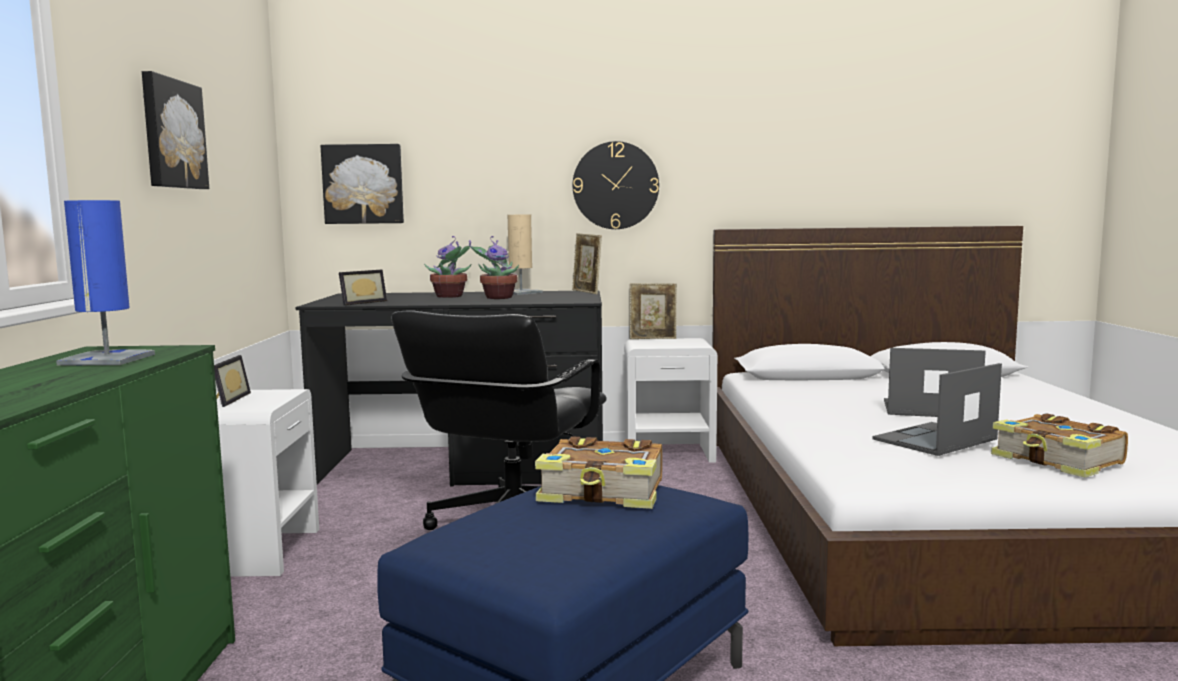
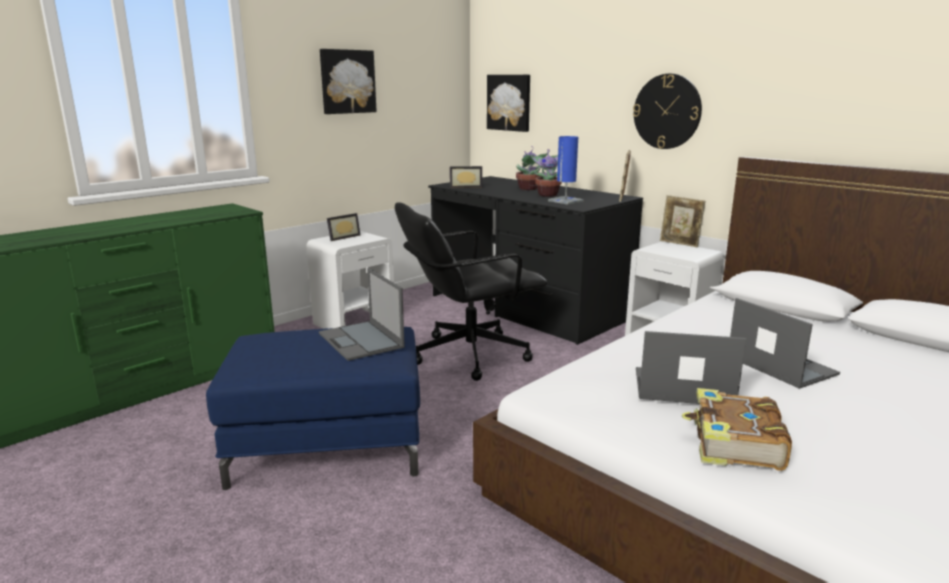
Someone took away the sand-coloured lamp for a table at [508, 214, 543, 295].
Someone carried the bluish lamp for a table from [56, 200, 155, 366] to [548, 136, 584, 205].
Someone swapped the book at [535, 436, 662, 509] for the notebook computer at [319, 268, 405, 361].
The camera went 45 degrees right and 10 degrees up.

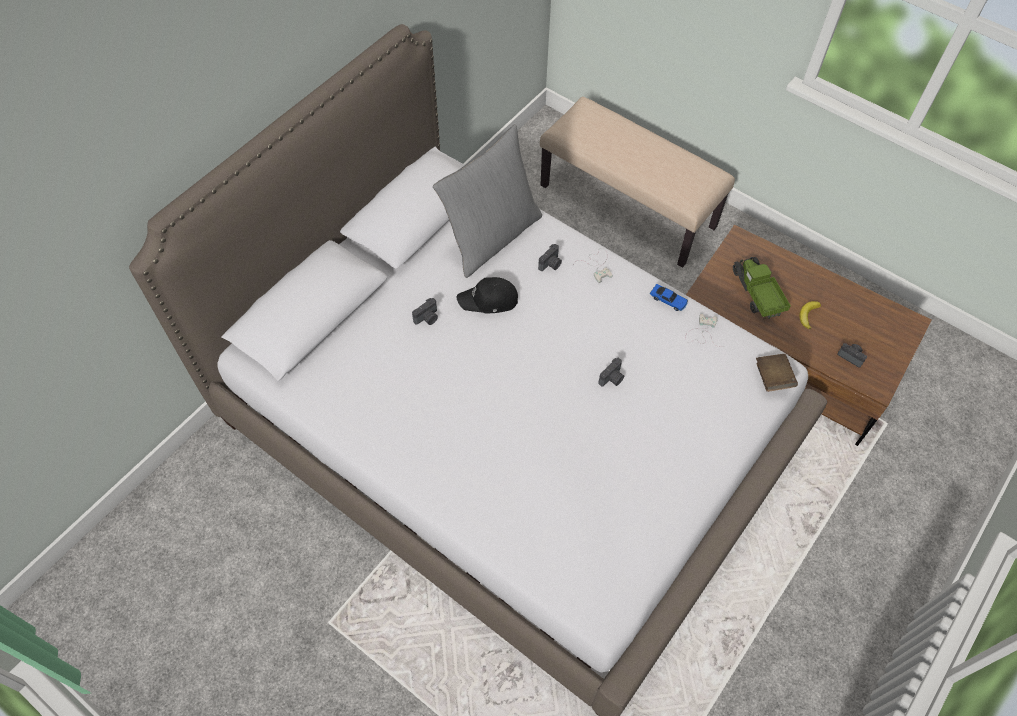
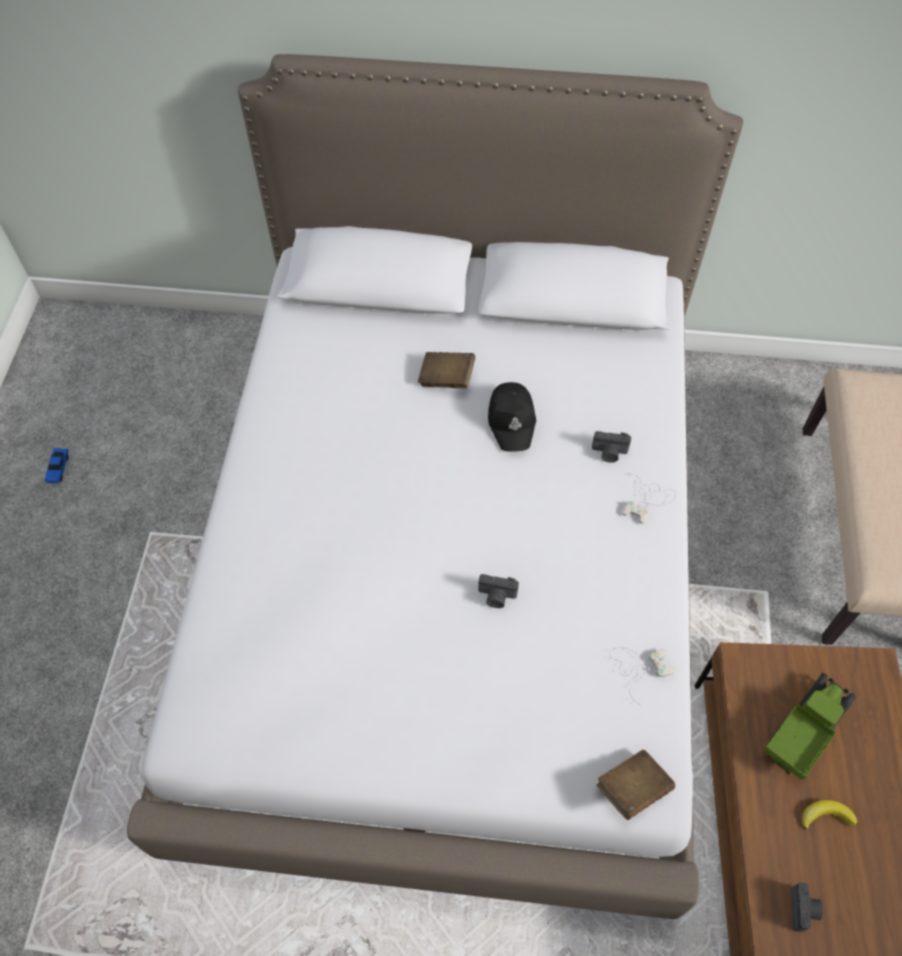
Someone took away the grey cushion at [433, 124, 542, 278].
Someone carried the toy car from [650, 284, 688, 311] to [44, 448, 69, 484].
Someone swapped the still camera at [412, 298, 438, 325] for the brown book at [418, 352, 475, 388].
Someone rotated the blackish cap at [456, 277, 518, 313] by 150 degrees counterclockwise.
The camera went 60 degrees right and 0 degrees up.

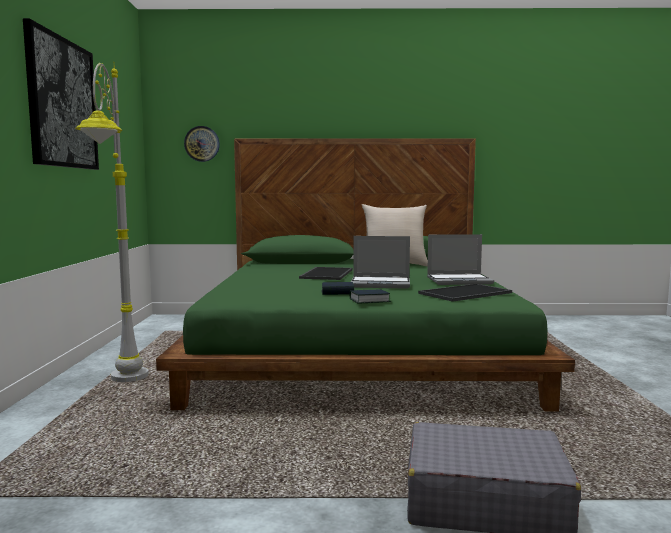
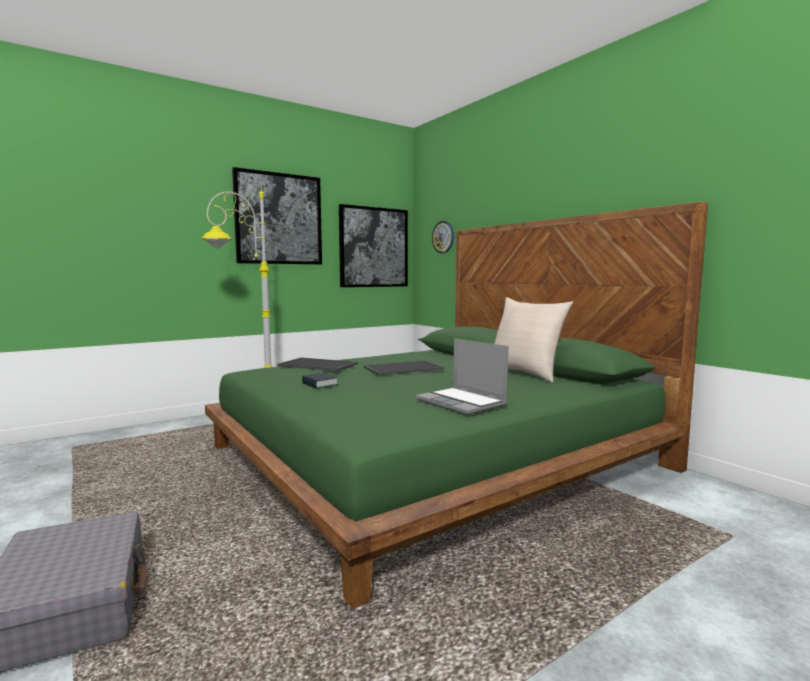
Someone took away the book at [350, 289, 391, 303].
Someone took away the notebook computer at [351, 236, 410, 289].
Someone put up the wall picture at [339, 204, 408, 287].
Someone carried the serving tray from [418, 284, 512, 302] to [277, 358, 358, 371].
The camera went 55 degrees right and 0 degrees up.

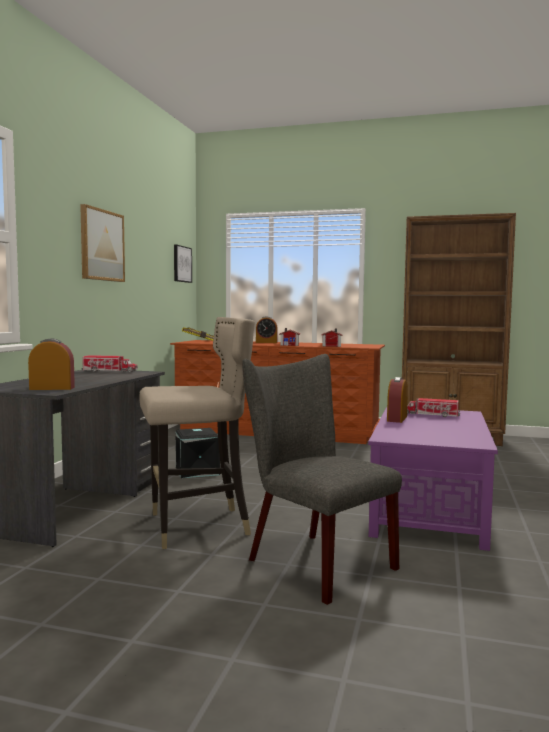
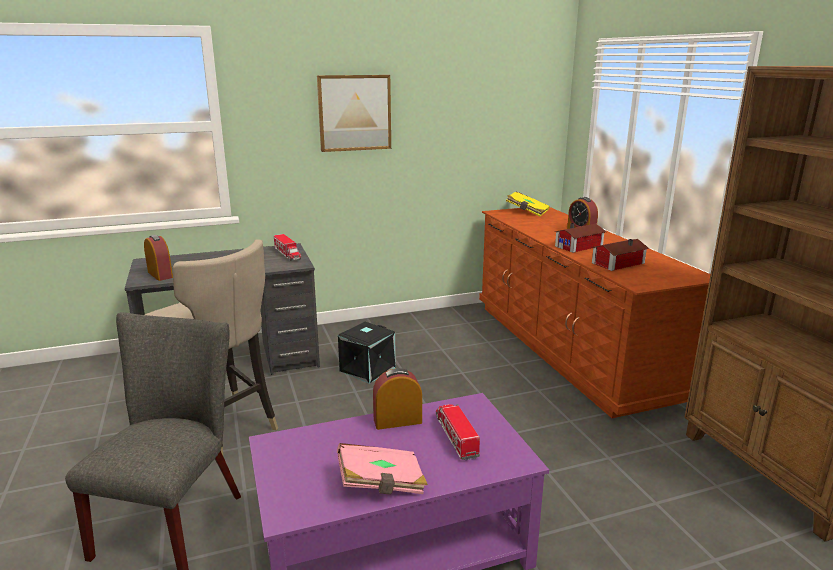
Someone took away the wall picture at [174, 245, 192, 283].
Someone put down the pink book at [337, 443, 428, 494].
The camera went 55 degrees right and 15 degrees up.

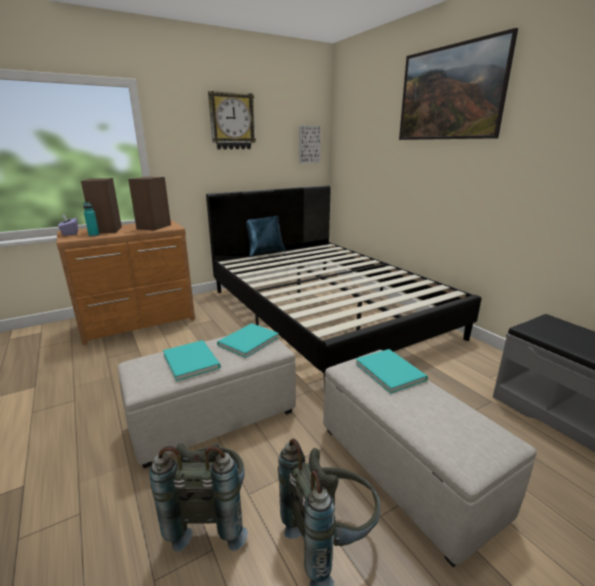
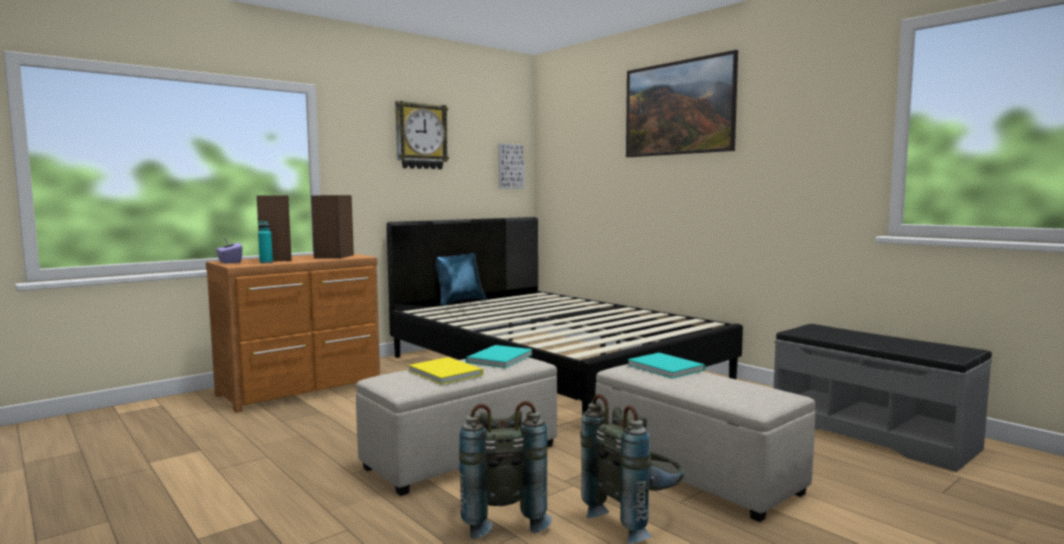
Someone repainted the blue-green book at [163, 340, 221, 381], which became the yellow book at [408, 357, 483, 384].
The camera went 10 degrees left and 15 degrees down.

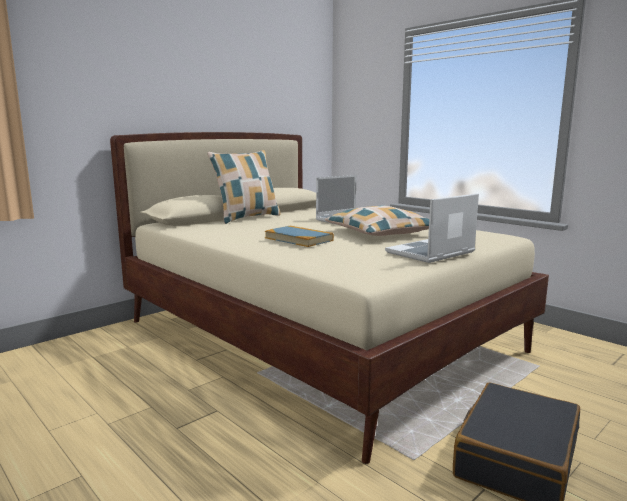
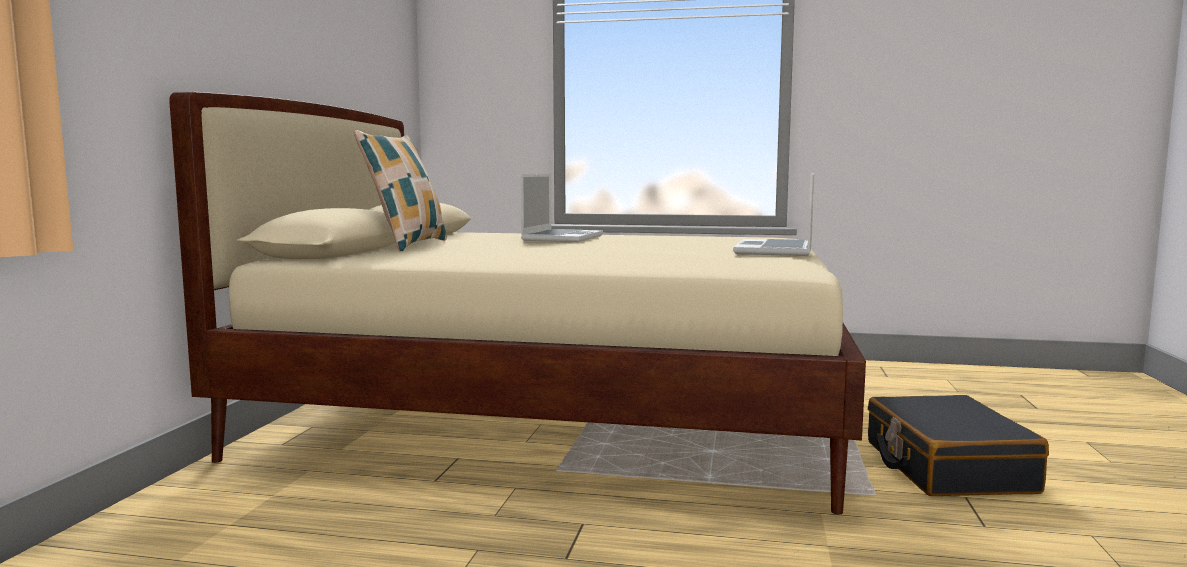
Someone took away the book at [265, 226, 334, 247].
Someone took away the cushion at [325, 206, 429, 236].
The camera went 35 degrees left and 5 degrees down.

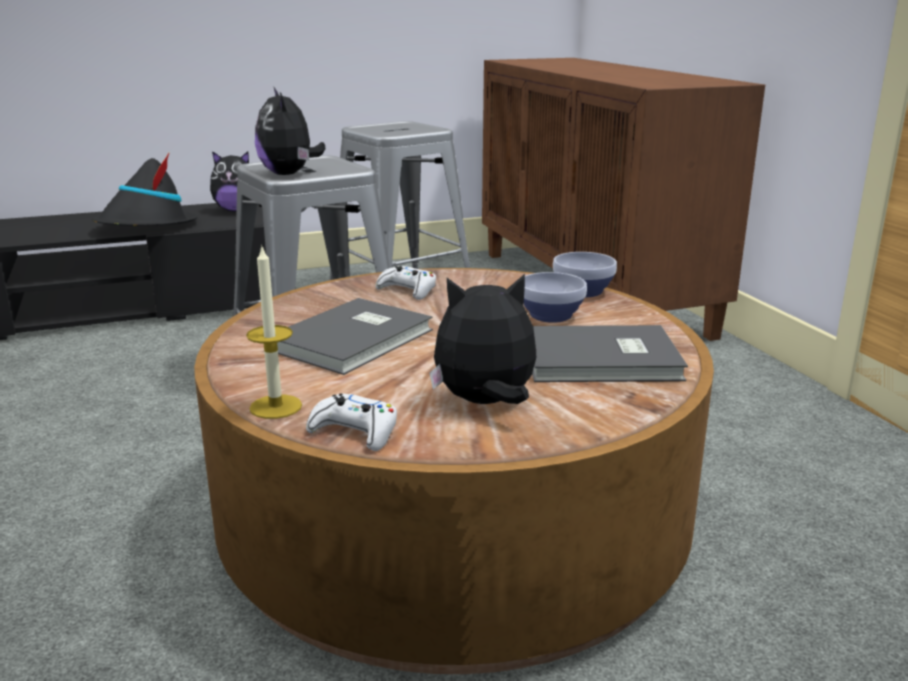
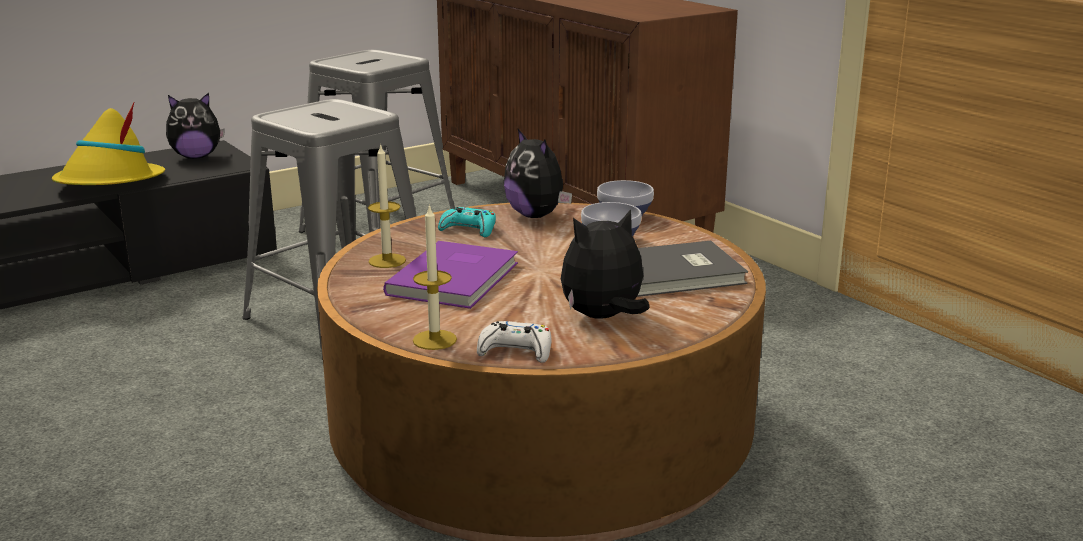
Someone put down the wax candle at [368, 143, 406, 268].
Someone carried the cuddly toy from [255, 86, 325, 175] to [504, 129, 572, 218].
Someone repainted the blackish clothing hat at [92, 153, 198, 226], which became the yellow clothing hat at [52, 102, 165, 185].
Someone repainted the grey book at [277, 298, 433, 375], which became the purplish book at [383, 241, 518, 309].
Someone repainted the white-coloured joypad at [375, 266, 436, 300], which became the blue-green joypad at [438, 207, 496, 237].
The camera went 15 degrees left and 0 degrees up.

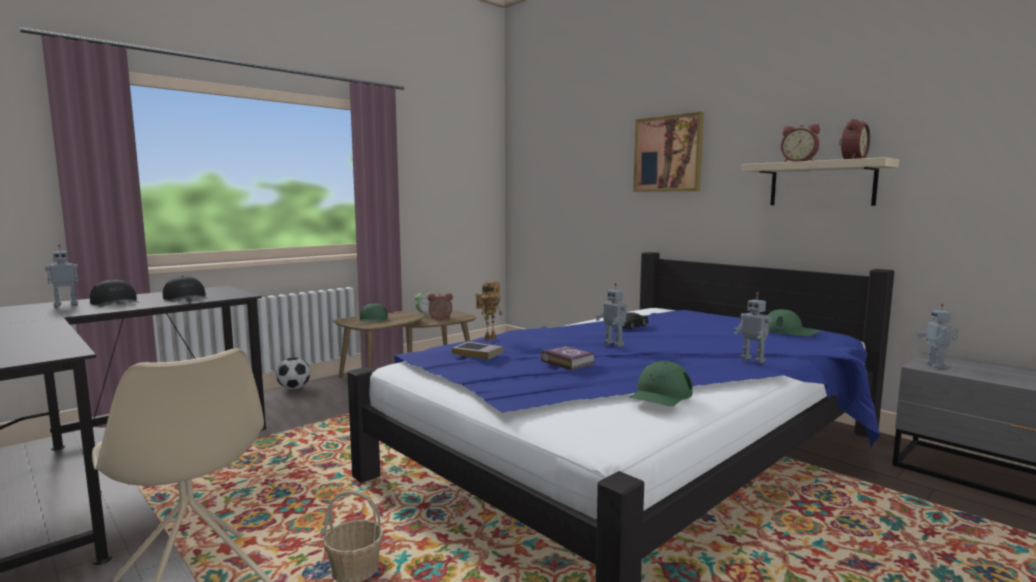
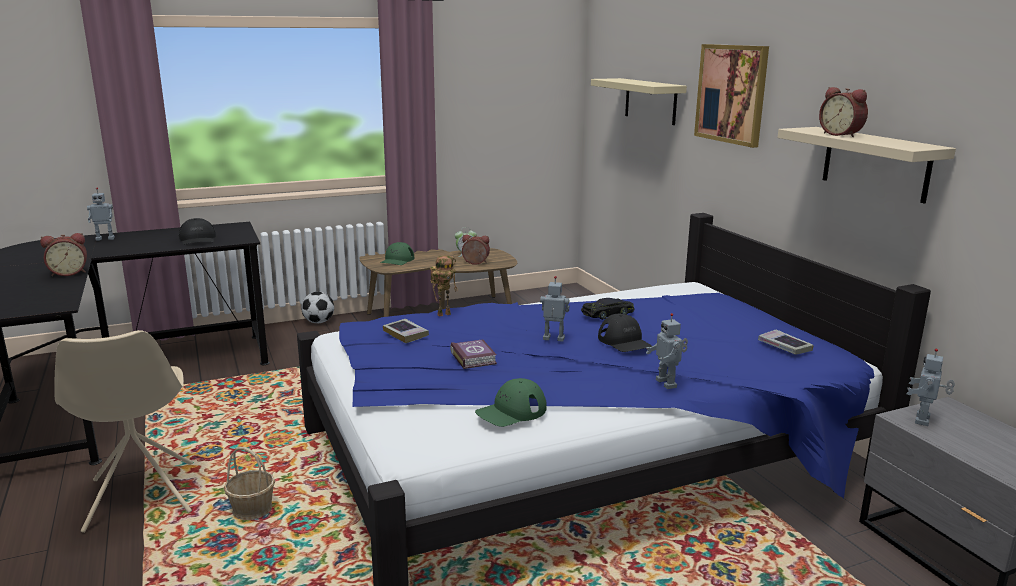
Someone put up the sand-coloured shelf at [591, 78, 687, 125].
Someone carried the blackish cap from [89, 279, 138, 307] to [598, 314, 652, 352].
Someone carried the alarm clock from [839, 119, 870, 159] to [40, 233, 87, 276].
Someone swapped the green-coloured cap at [768, 309, 820, 336] for the book at [758, 329, 814, 355].
Someone rotated the robot figure at [596, 283, 627, 347] by 120 degrees clockwise.
The camera went 20 degrees right and 10 degrees up.

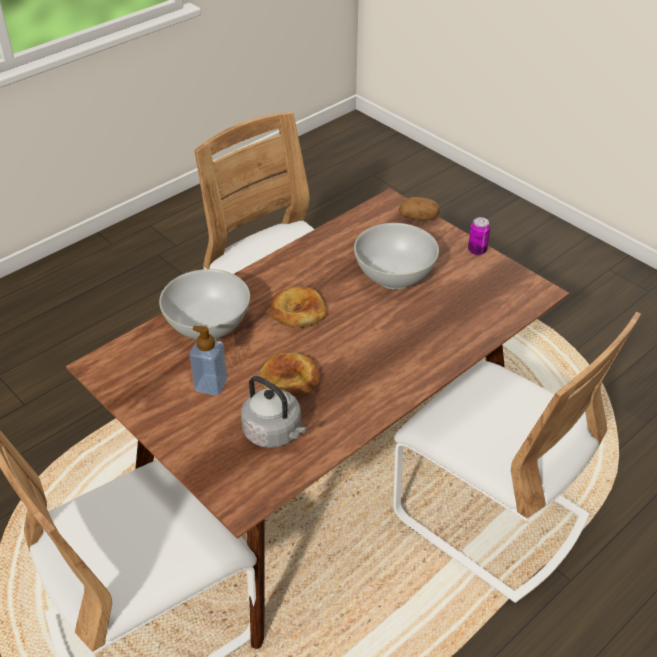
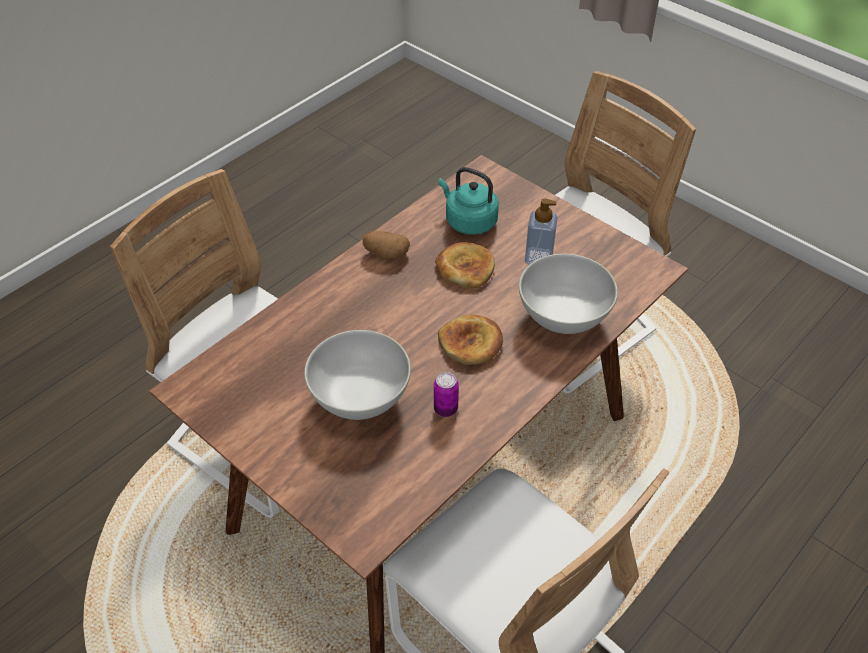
Someone carried the potato from [399, 197, 439, 221] to [363, 231, 410, 259].
Someone carried the sealed can from [468, 217, 490, 255] to [434, 372, 459, 417].
Someone repainted the grey water kettle at [241, 376, 307, 448], which became the blue-green water kettle at [438, 167, 499, 235].
The camera went 175 degrees right and 5 degrees up.

